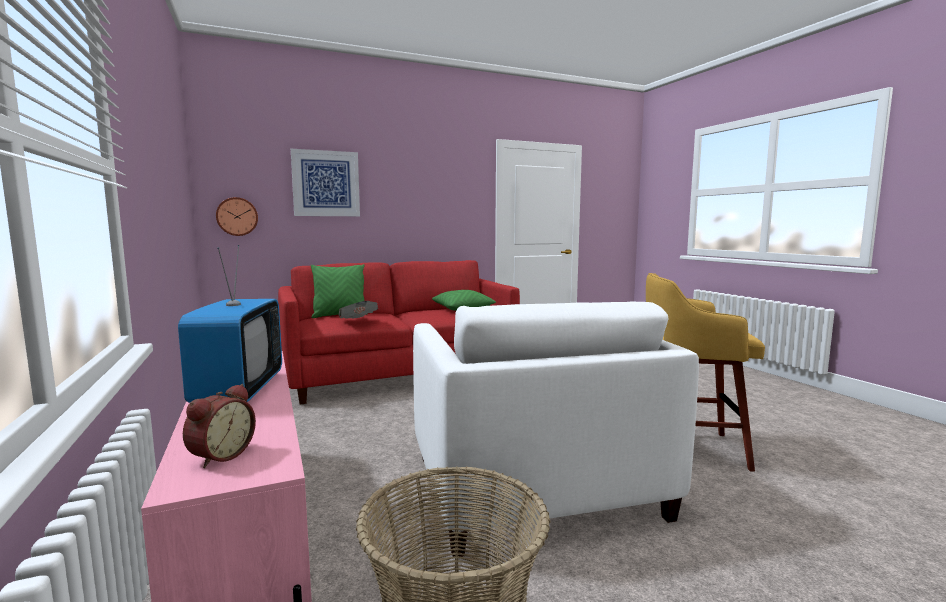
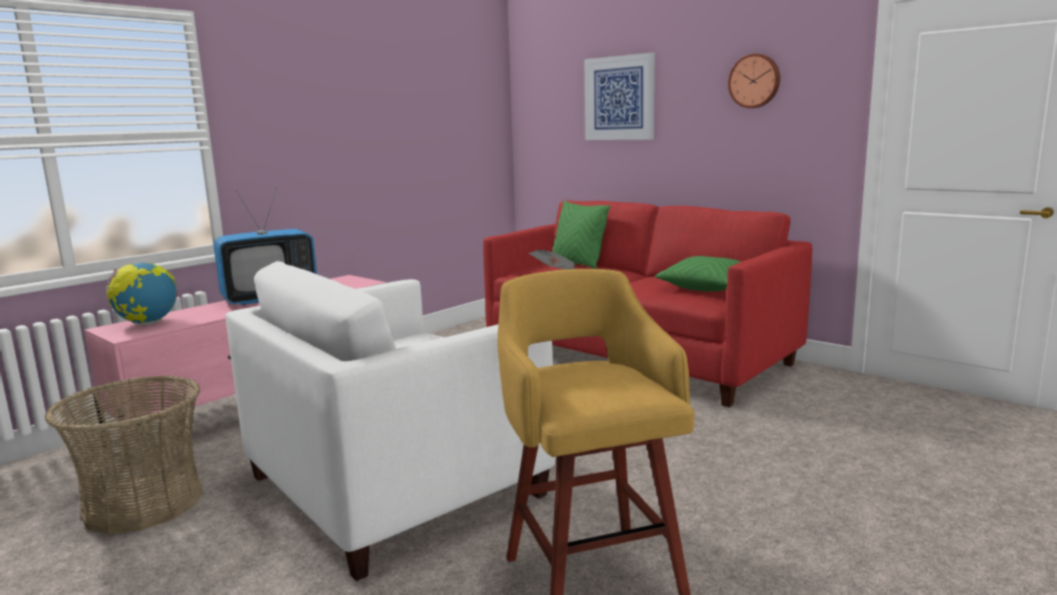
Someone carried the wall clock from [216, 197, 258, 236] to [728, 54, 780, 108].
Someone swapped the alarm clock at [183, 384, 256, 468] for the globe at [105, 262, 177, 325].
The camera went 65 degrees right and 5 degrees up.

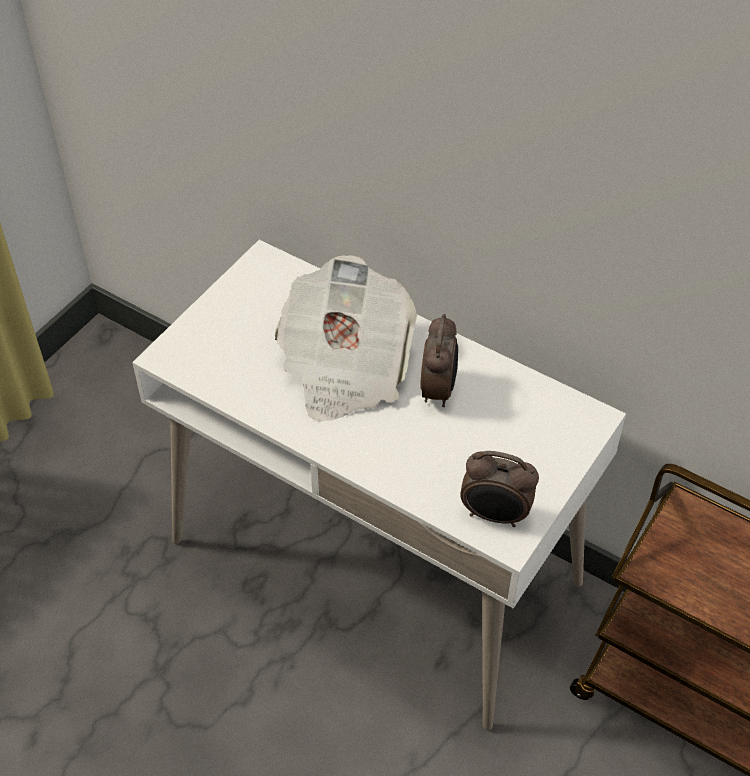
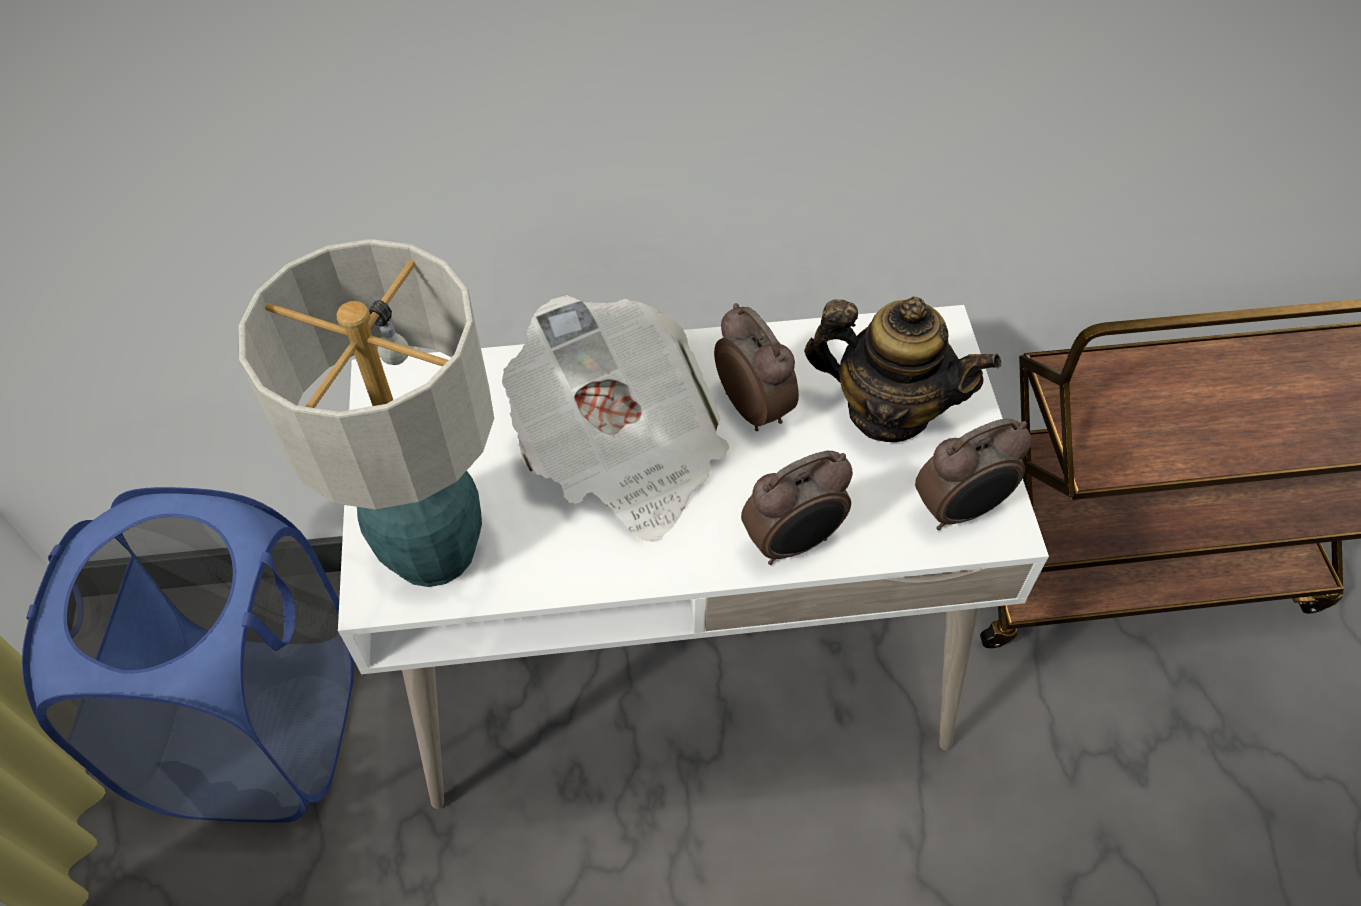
Someone put down the bluish hamper at [22, 487, 354, 823].
Someone put down the lamp for a table at [239, 239, 494, 587].
Someone put down the alarm clock at [741, 451, 853, 565].
Someone put down the tea pot at [804, 296, 1001, 442].
The camera went 40 degrees left and 5 degrees up.

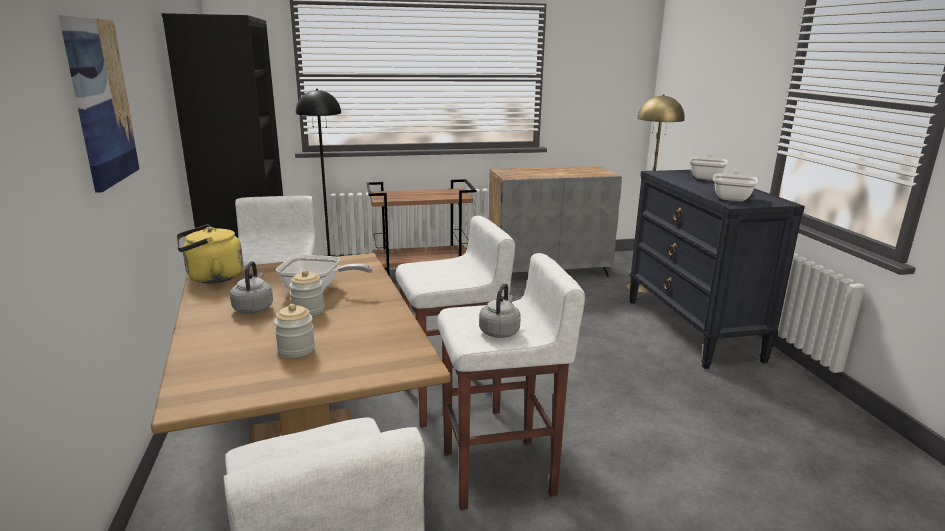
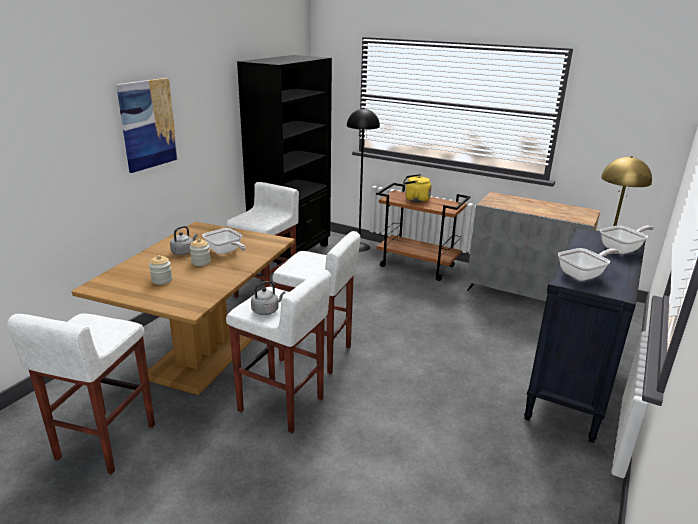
Someone carried the yellow water kettle from [176, 224, 243, 284] to [403, 174, 431, 202].
The camera went 40 degrees right and 5 degrees up.

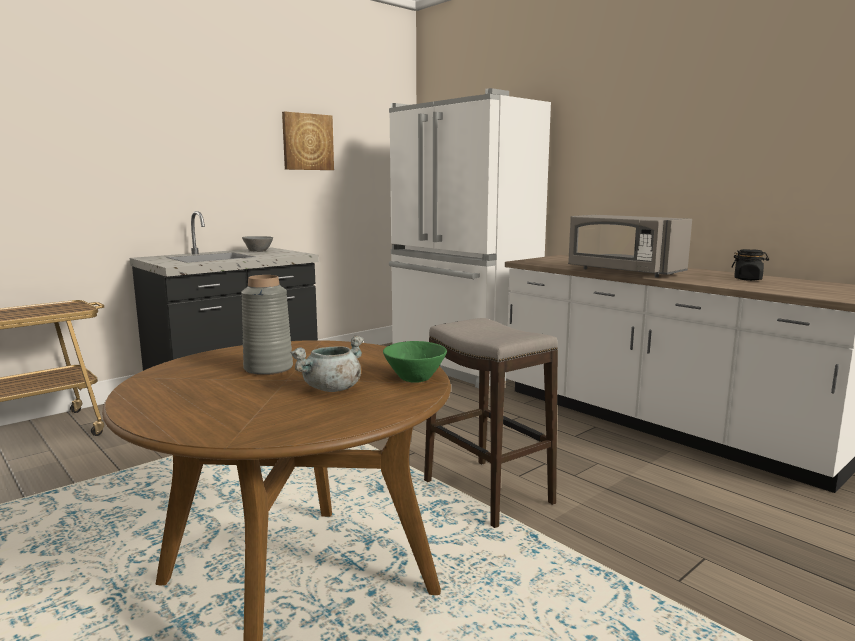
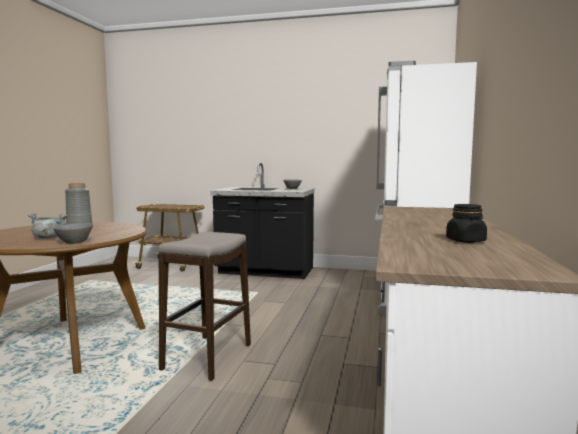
Someone took away the wall picture at [282, 111, 334, 170].
Someone took away the grey microwave oven at [568, 215, 692, 278].
Someone repainted the green-coloured bowl at [383, 341, 447, 383], which became the grey bowl at [53, 223, 93, 244].
The camera went 55 degrees right and 5 degrees down.

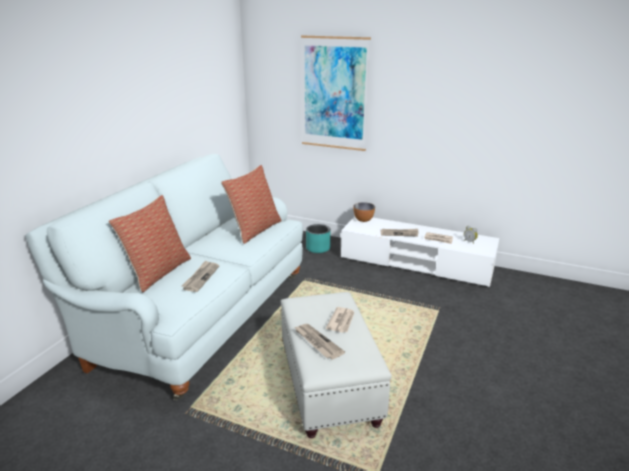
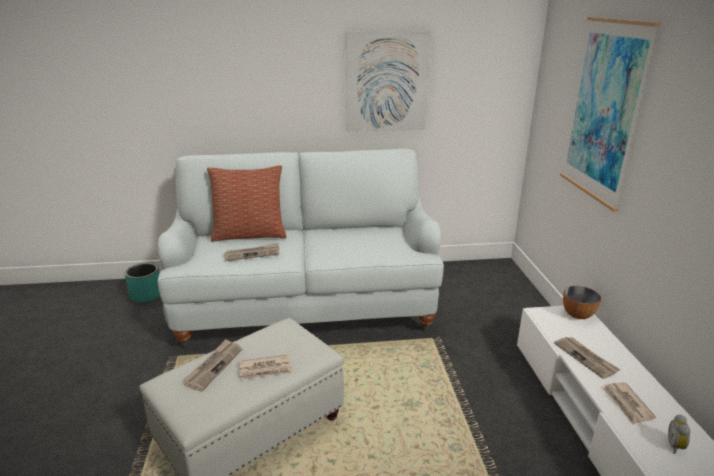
Someone took away the cushion at [221, 165, 281, 244].
Someone put up the wall picture at [346, 31, 431, 132].
Someone carried the blue-green plant pot from [306, 224, 330, 253] to [125, 263, 160, 302].
The camera went 60 degrees right and 0 degrees up.

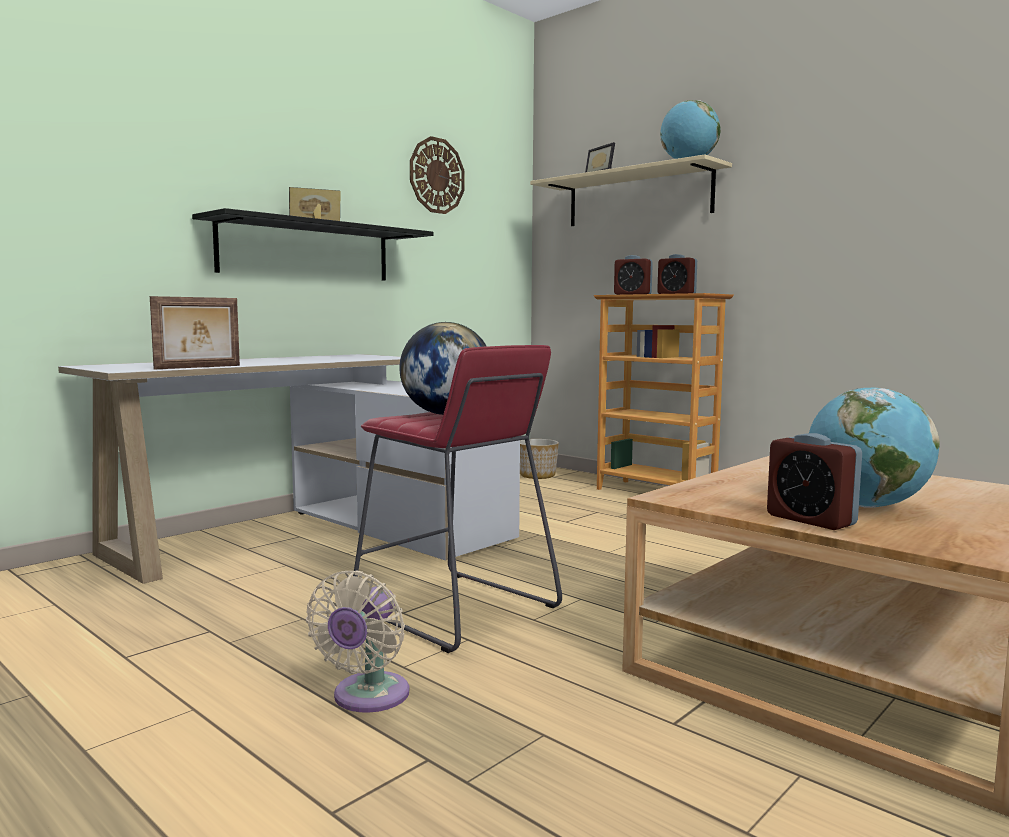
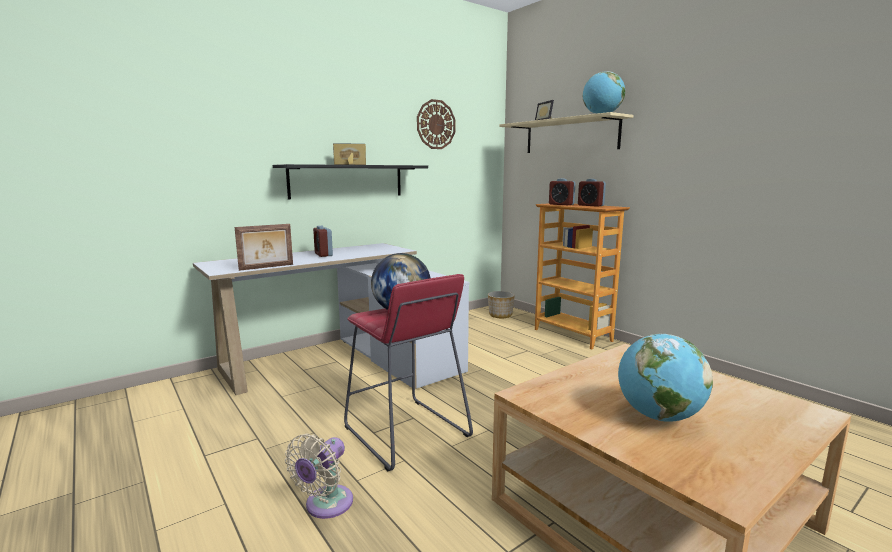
Someone carried the alarm clock from [767, 433, 862, 530] to [313, 226, 333, 257].
The camera went 10 degrees right and 5 degrees up.

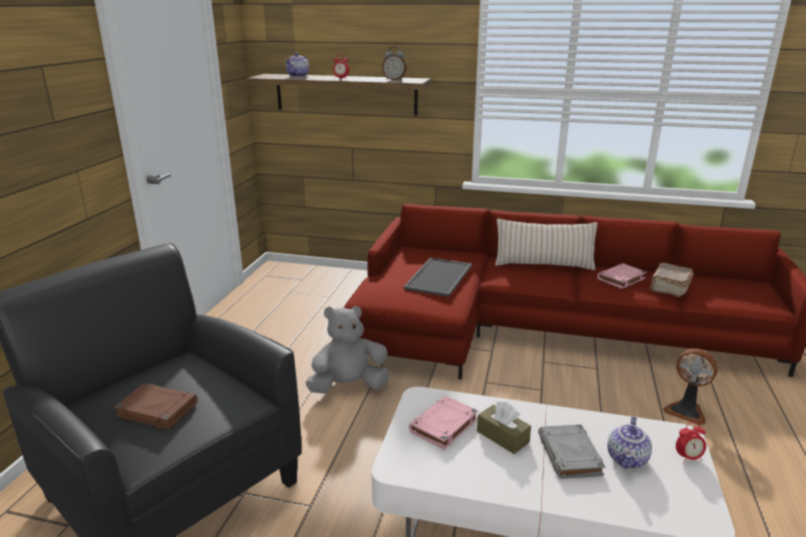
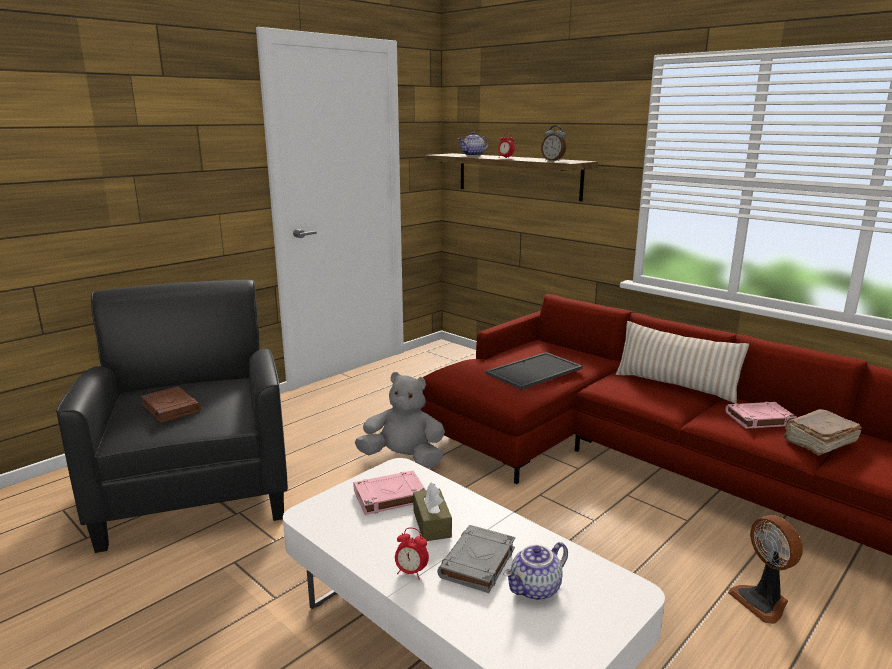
Someone carried the alarm clock from [676, 422, 706, 463] to [395, 528, 429, 579].
The camera went 30 degrees right and 5 degrees down.

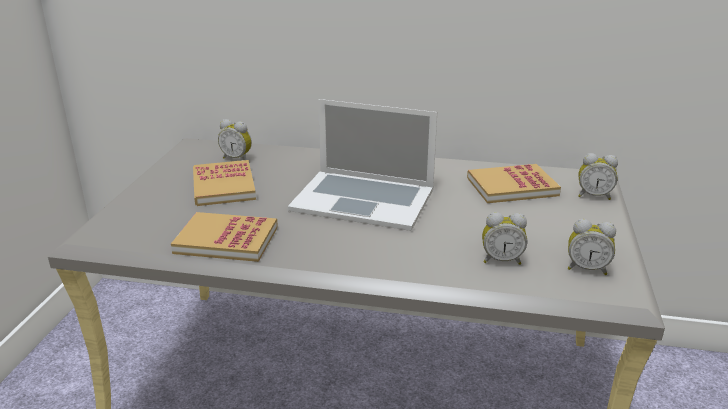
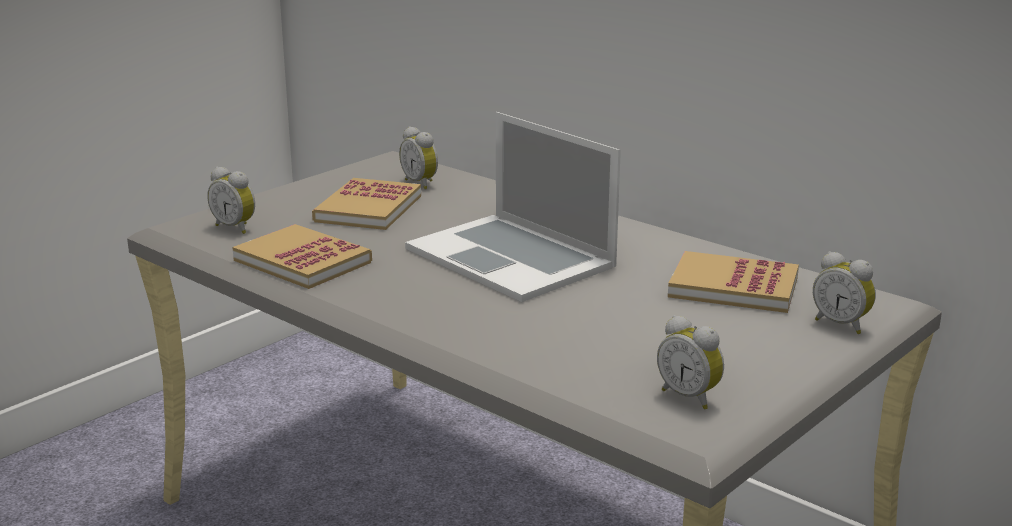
Someone carried the alarm clock from [482, 212, 527, 265] to [207, 167, 255, 234].
The camera went 30 degrees right and 5 degrees down.

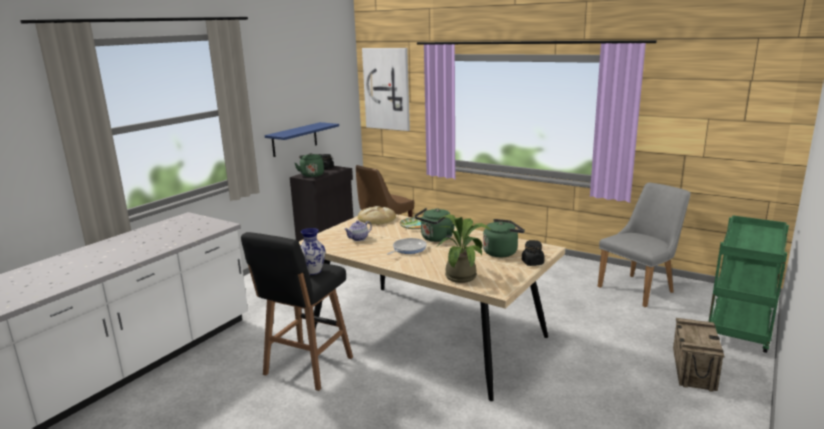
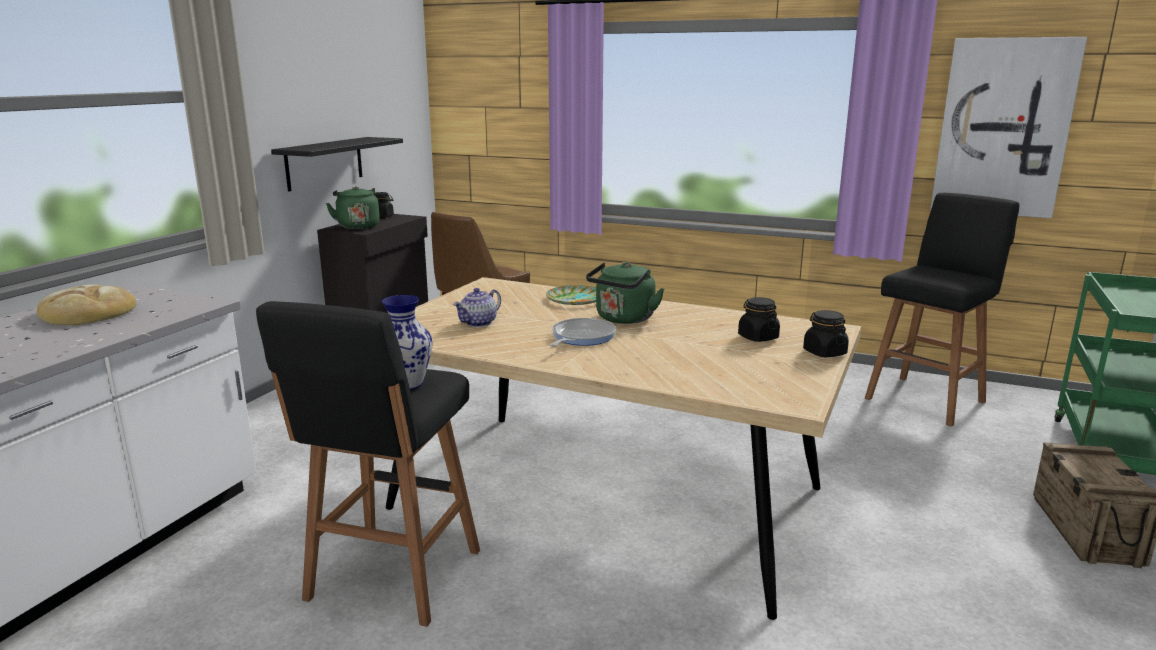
Someone took away the potted plant at [436, 214, 492, 283].
Someone carried the bread from [357, 206, 396, 225] to [37, 284, 136, 325].
Someone carried the wall picture from [362, 48, 410, 131] to [930, 37, 1087, 218].
Someone swapped the green-coloured water kettle at [483, 219, 525, 257] for the blackish jar at [738, 297, 780, 342].
Someone swapped the grey plain chair at [598, 182, 691, 307] for the blackish stool seat at [865, 193, 1019, 426].
Someone repainted the bluish shelf at [265, 122, 339, 157], which became the blackish shelf at [271, 137, 403, 192].
The camera went 10 degrees left and 0 degrees up.

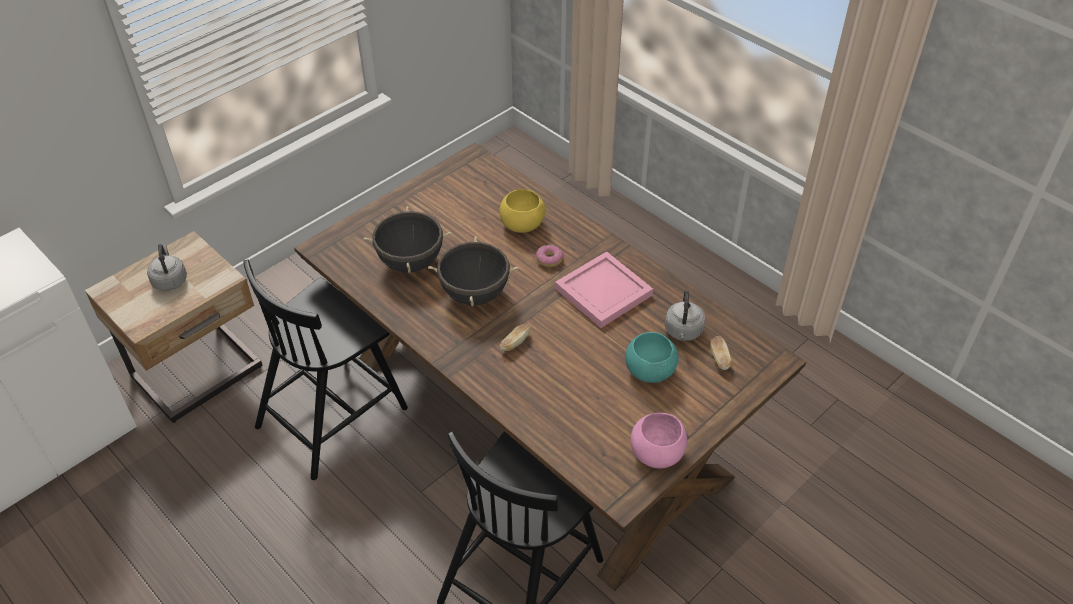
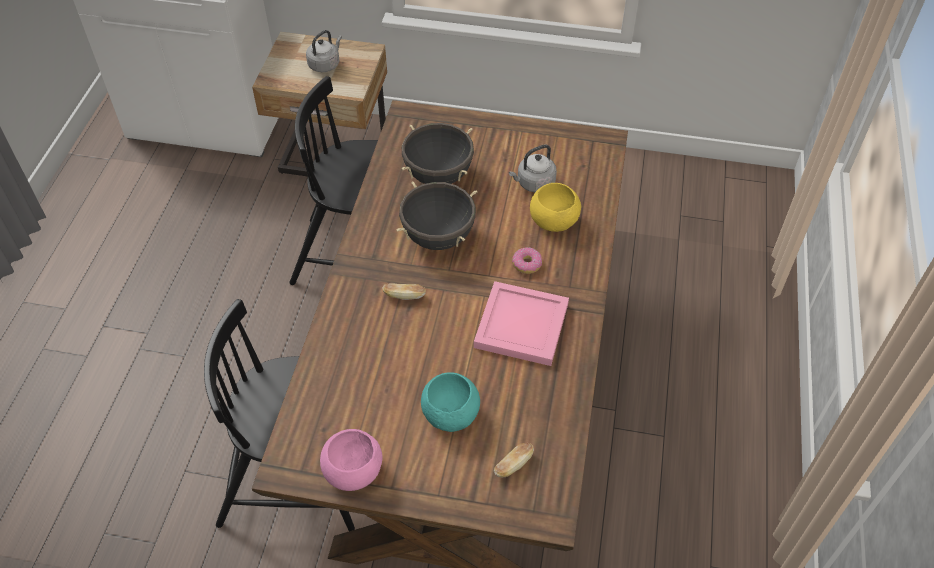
Someone carried the grey water kettle from [665, 290, 706, 341] to [509, 144, 557, 192].
The camera went 55 degrees right and 5 degrees up.

